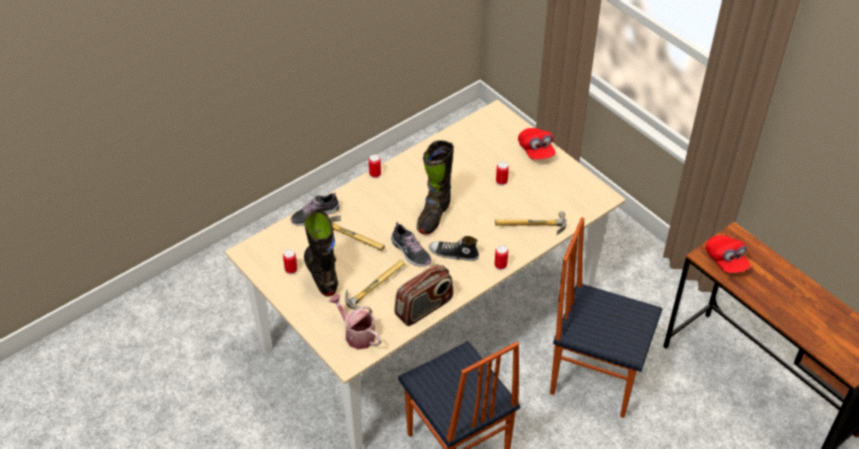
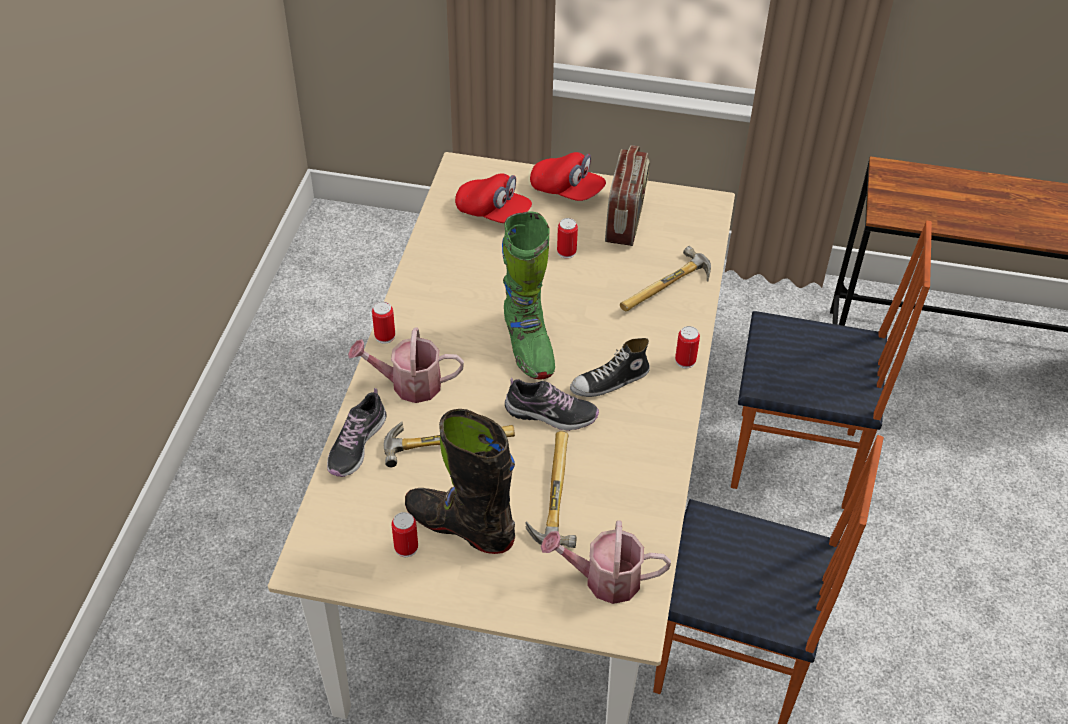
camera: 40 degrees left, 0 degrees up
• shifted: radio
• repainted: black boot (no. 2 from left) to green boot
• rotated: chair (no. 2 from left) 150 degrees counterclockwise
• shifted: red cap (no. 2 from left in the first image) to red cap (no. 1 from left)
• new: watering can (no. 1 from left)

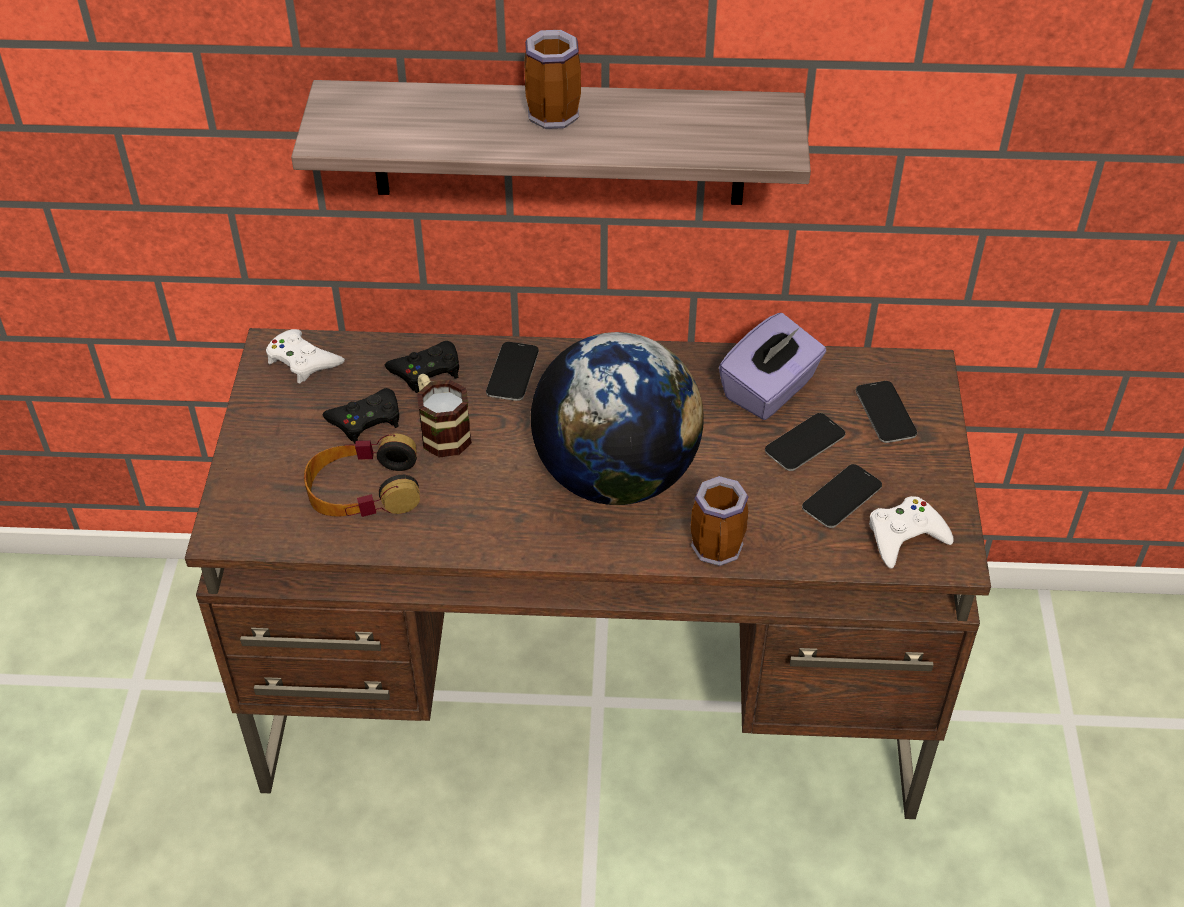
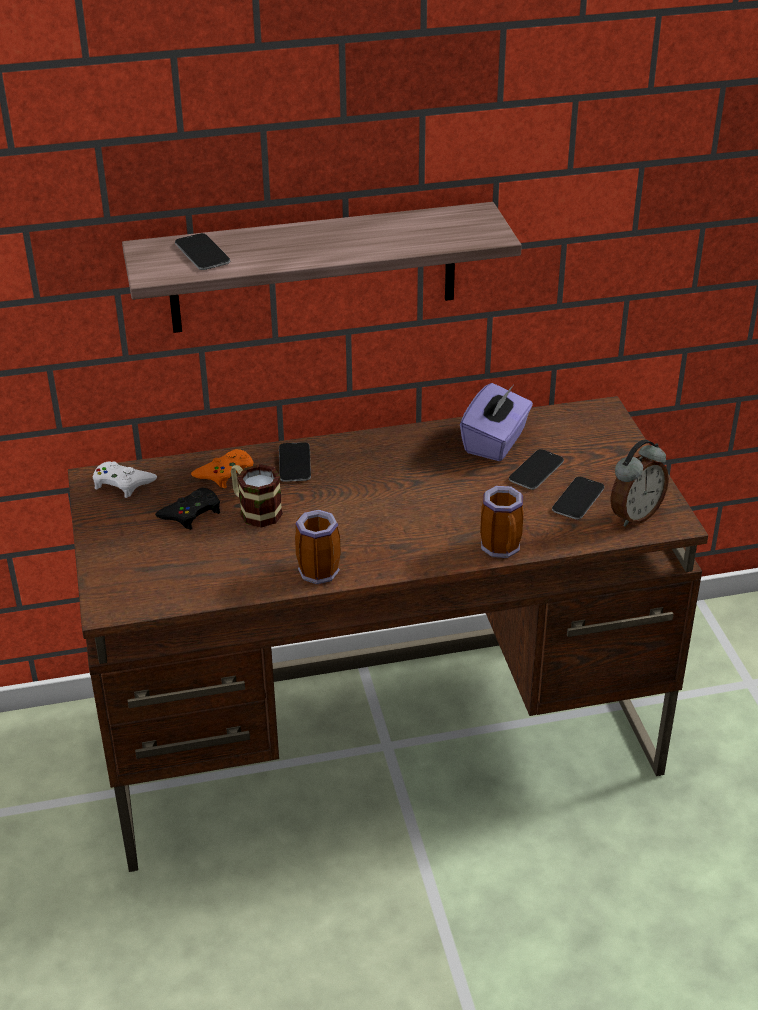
camera: 15 degrees left, 10 degrees down
• gone: headphones
• repainted: black game controller (no. 2 from left) to orange game controller
• shifted: mug (no. 2 from left)
• gone: globe
• shifted: phone (no. 4 from left in the first image) to phone (no. 1 from left)
• swapped: white game controller (no. 2 from left) to alarm clock

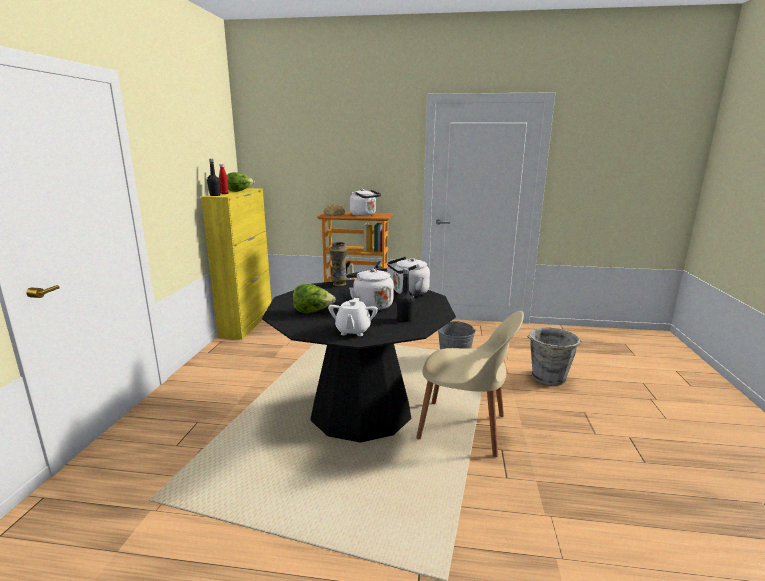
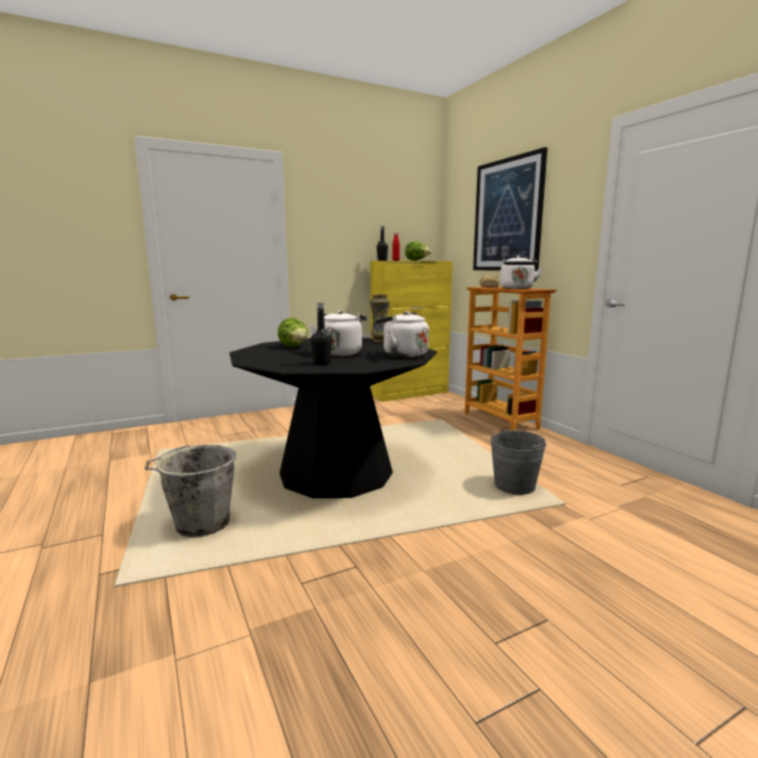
camera: 55 degrees right, 5 degrees down
• gone: white teapot
• gone: beige chair
• shifted: grey bucket (no. 2 from left in the first image) to grey bucket (no. 1 from left)
• new: picture

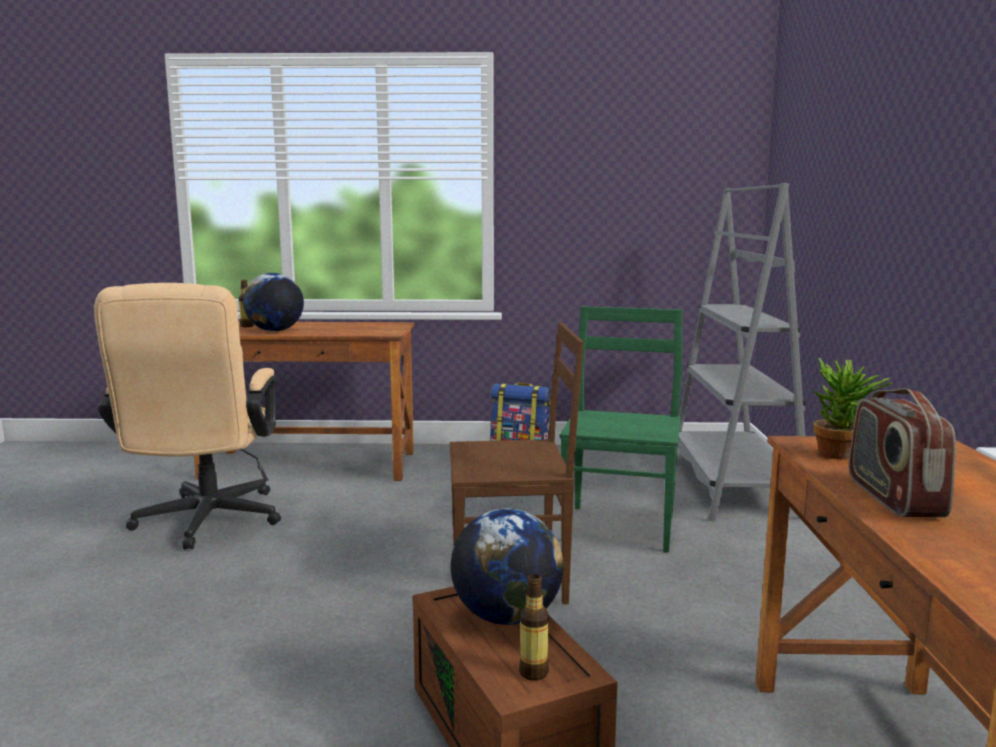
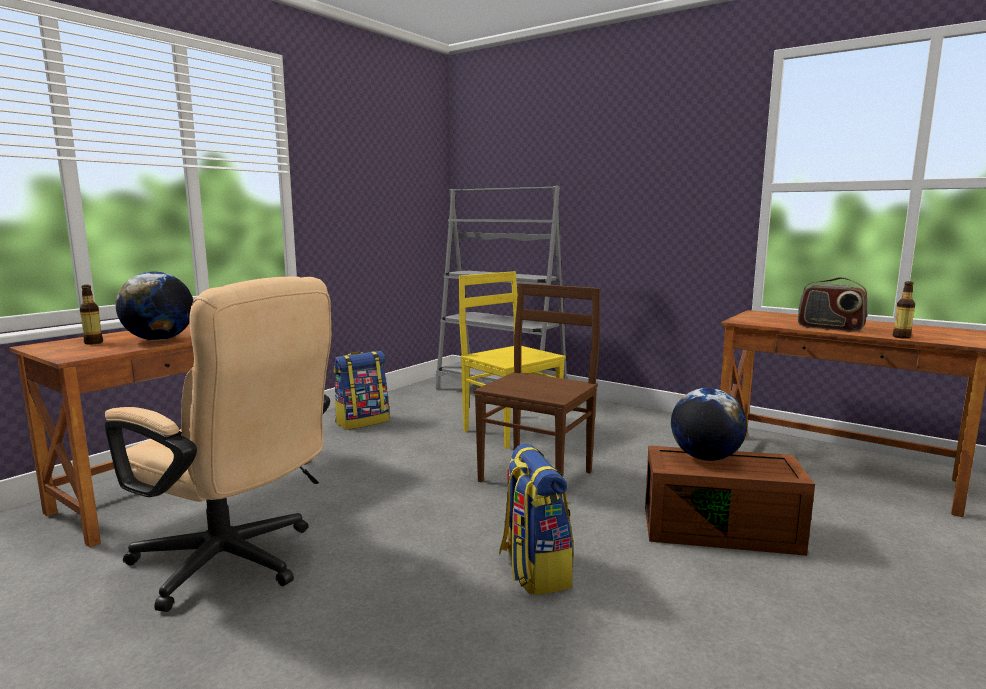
camera: 55 degrees left, 0 degrees up
• shifted: bottle (no. 2 from left)
• repainted: green chair to yellow chair
• gone: potted plant
• new: backpack (no. 2 from left)

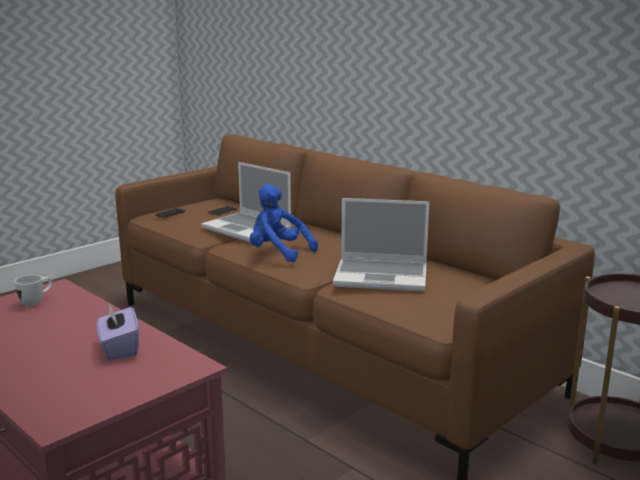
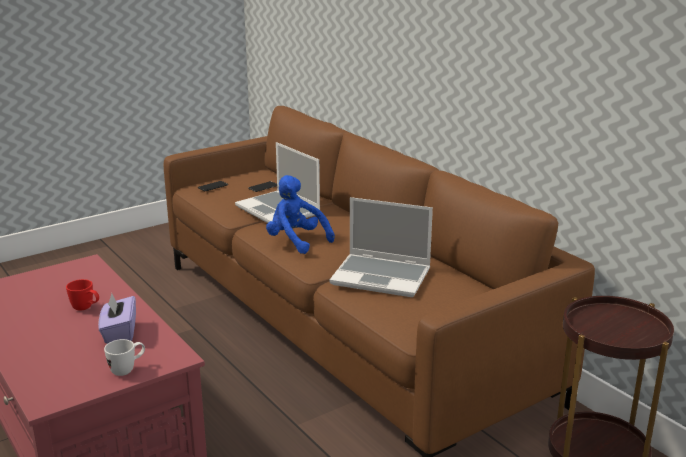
camera: 10 degrees right, 5 degrees up
• shifted: white mug
• new: red mug

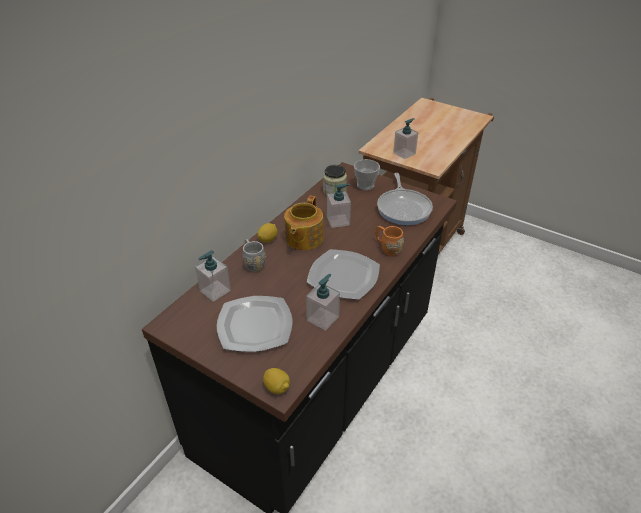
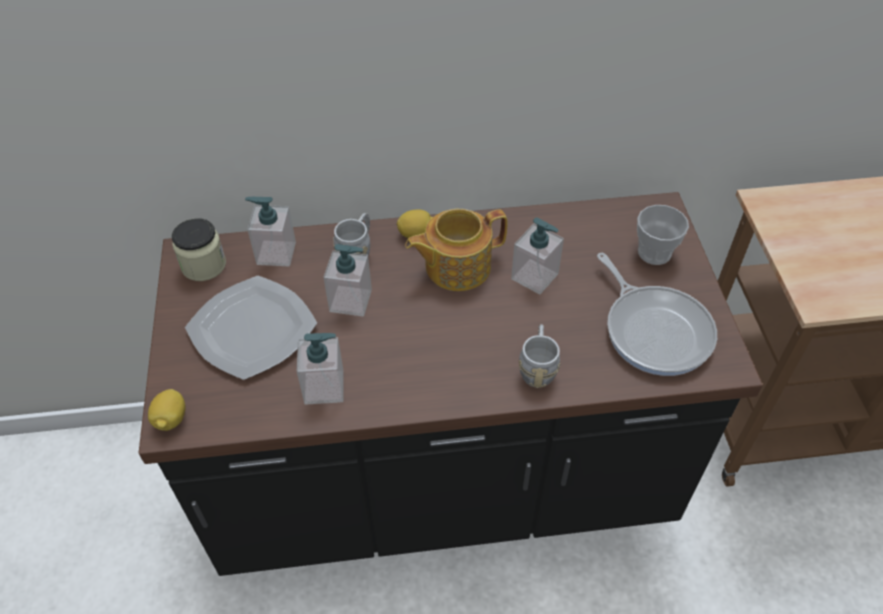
camera: 50 degrees right, 10 degrees up
• gone: plate (no. 2 from left)
• shifted: jar
• repainted: orange mug to grey mug (no. 2 from left)
• rotated: frying pan 75 degrees counterclockwise
• shifted: soap dispenser (no. 4 from left in the first image) to soap dispenser (no. 3 from left)

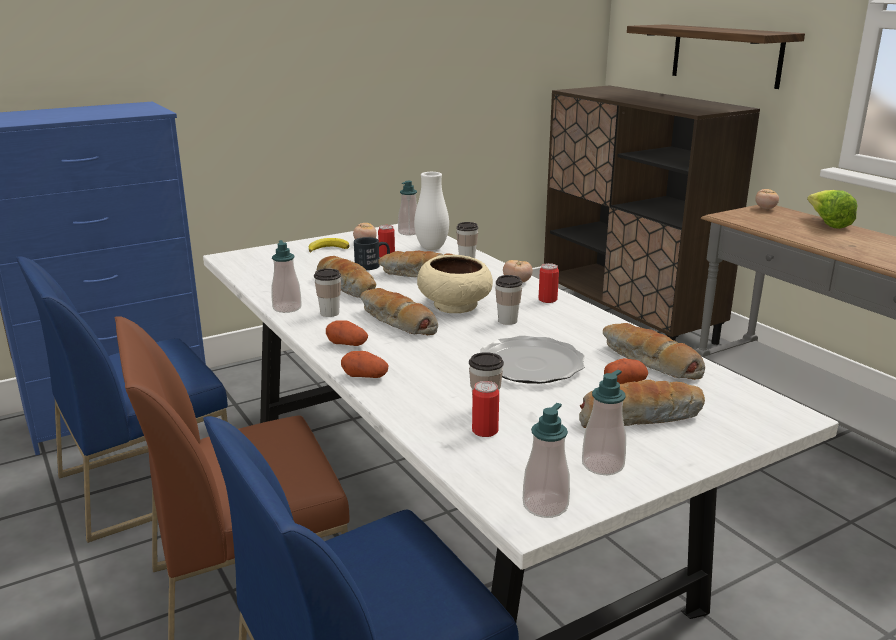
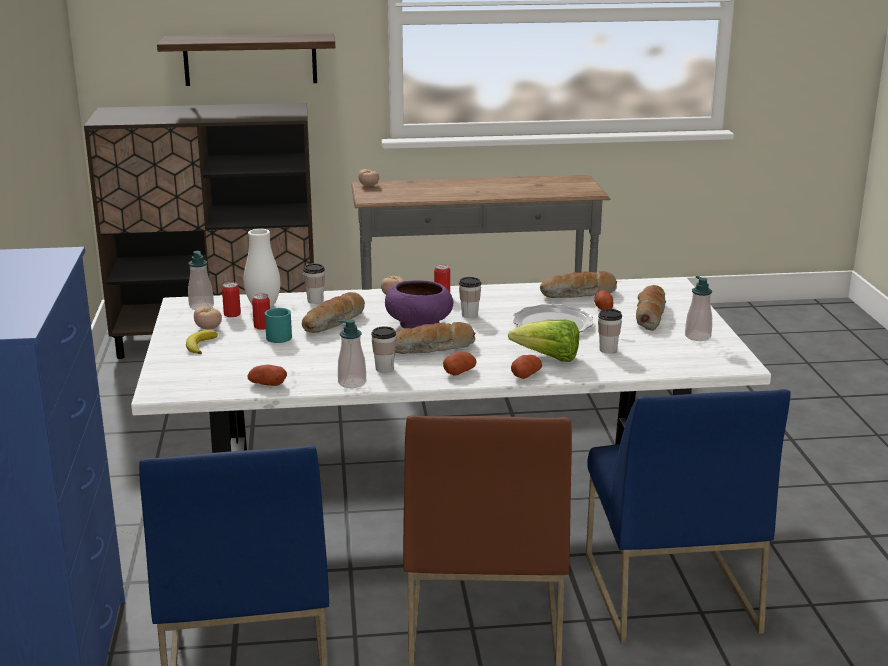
camera: 65 degrees left, 0 degrees up
• gone: bread (no. 1 from left)
• repainted: black mug to turquoise mug
• repainted: beige bowl to purple bowl
• shifted: can (no. 2 from left in the first image) to can (no. 1 from left)
• gone: soap dispenser (no. 3 from left)
• shifted: lettuce
• new: potato (no. 1 from left)

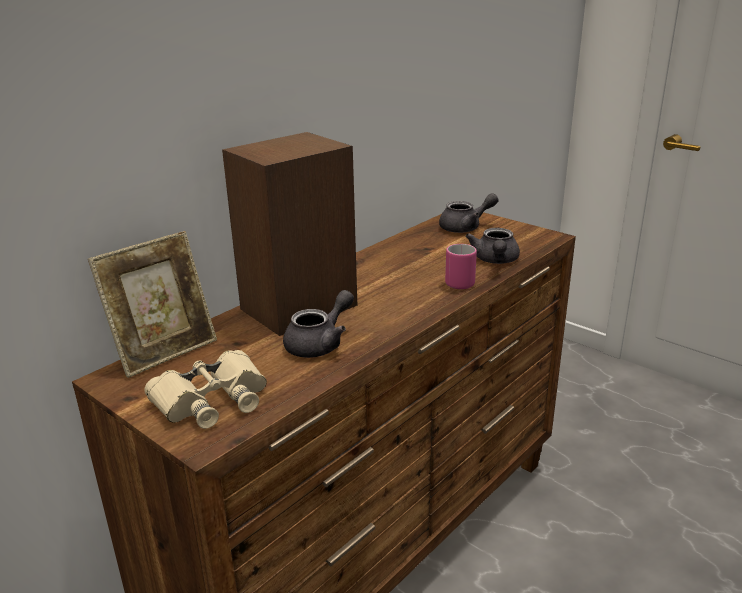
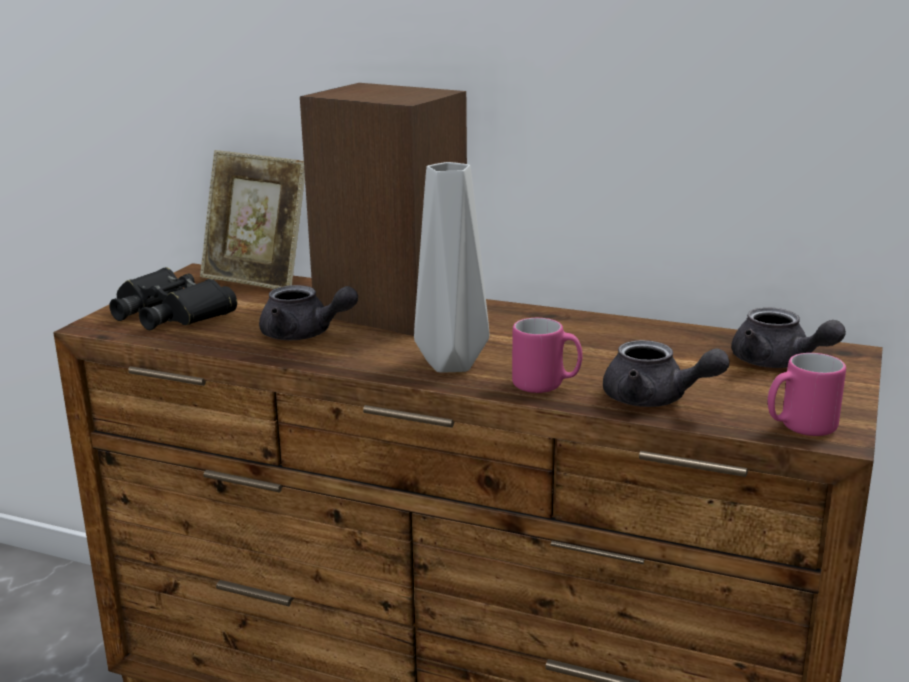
camera: 70 degrees right, 5 degrees down
• repainted: beige binoculars to black binoculars
• rotated: grey teapot (no. 3 from left in the first image) 135 degrees counterclockwise
• new: grey vase
• new: pink mug (no. 2 from left)

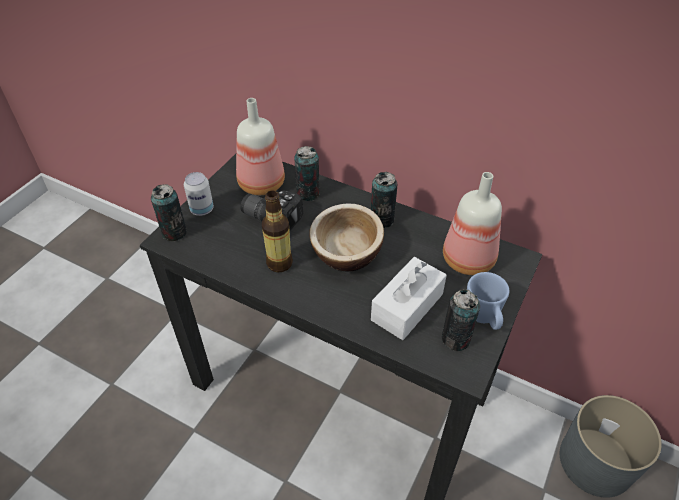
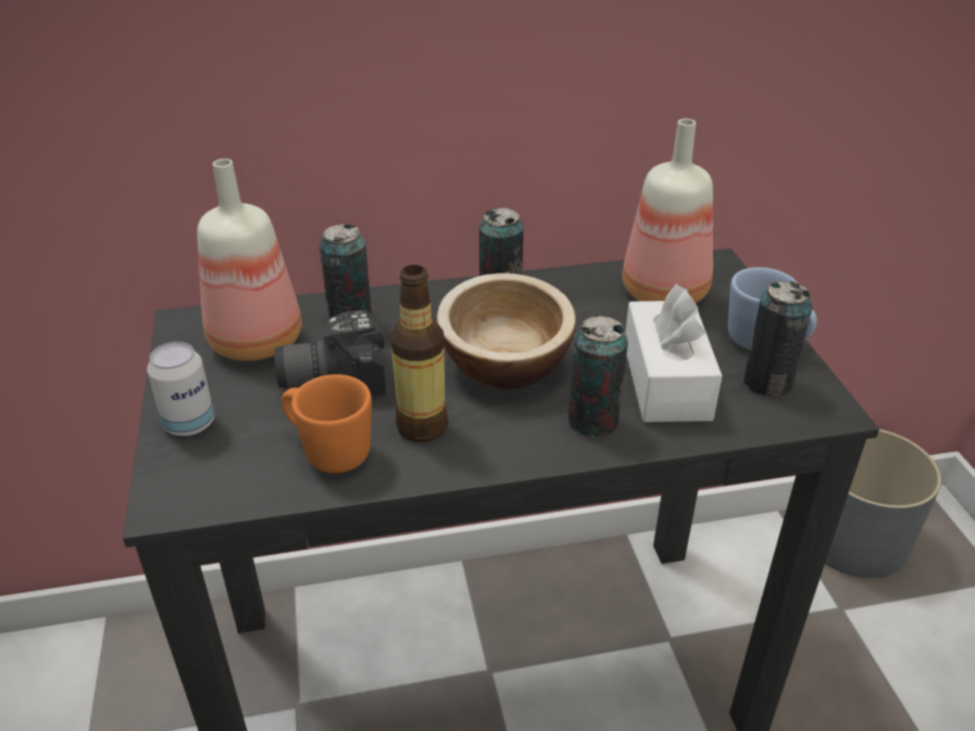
camera: 40 degrees left, 10 degrees down
• shifted: can (no. 1 from left in the first image) to can (no. 4 from left)
• new: orange mug

